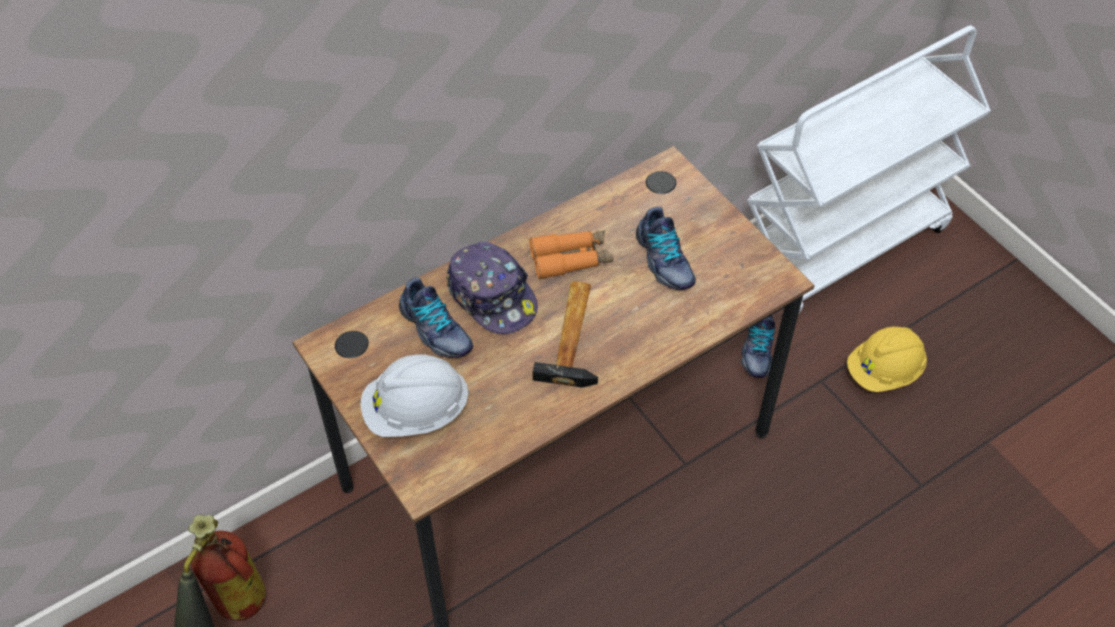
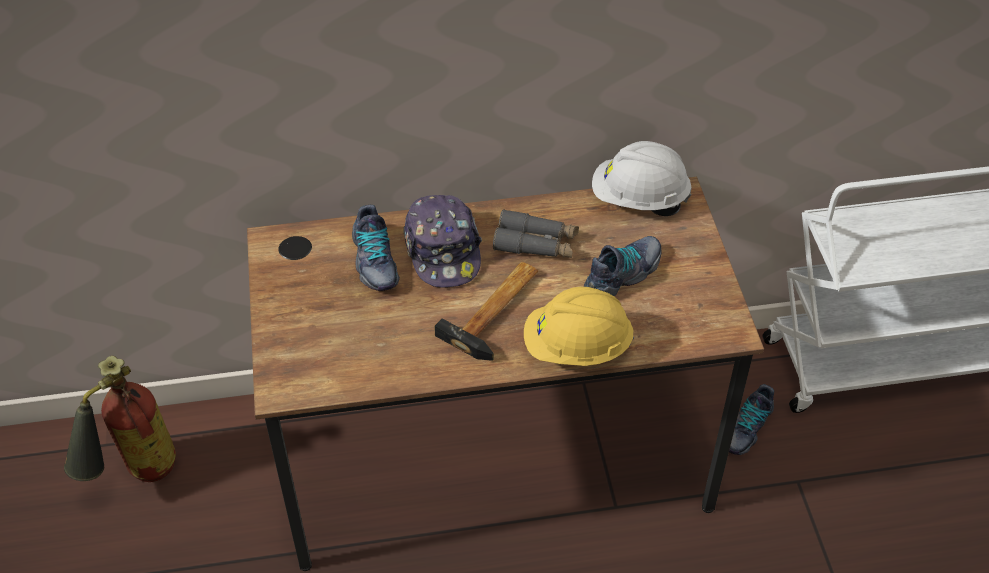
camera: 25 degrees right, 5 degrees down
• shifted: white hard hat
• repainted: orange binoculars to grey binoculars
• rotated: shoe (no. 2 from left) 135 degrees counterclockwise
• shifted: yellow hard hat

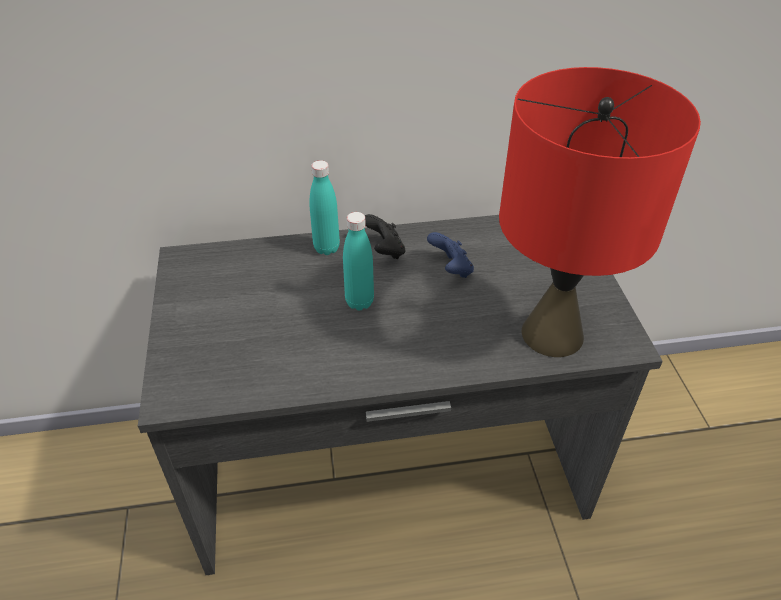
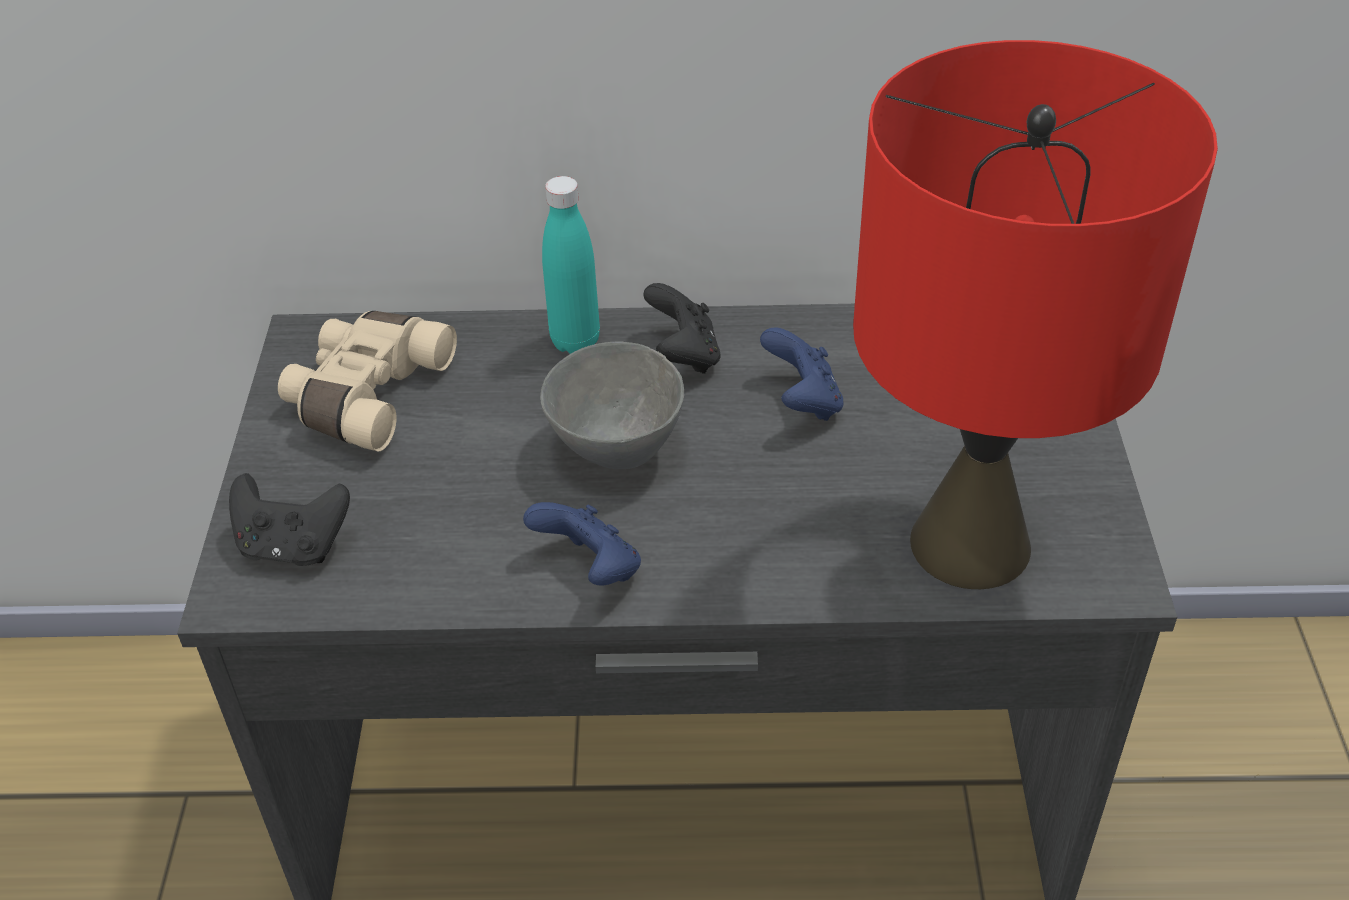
camera: 10 degrees right, 0 degrees up
• swapped: turquoise bottle (no. 2 from left) to grey bowl
• new: black game controller (no. 1 from left)
• new: beige binoculars
• new: blue game controller (no. 1 from left)

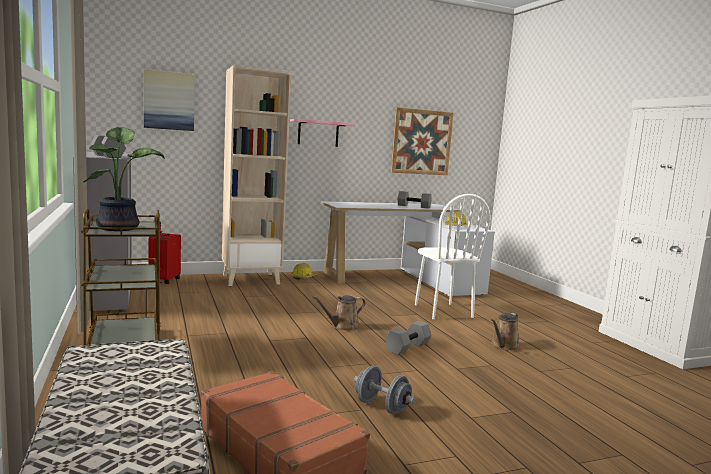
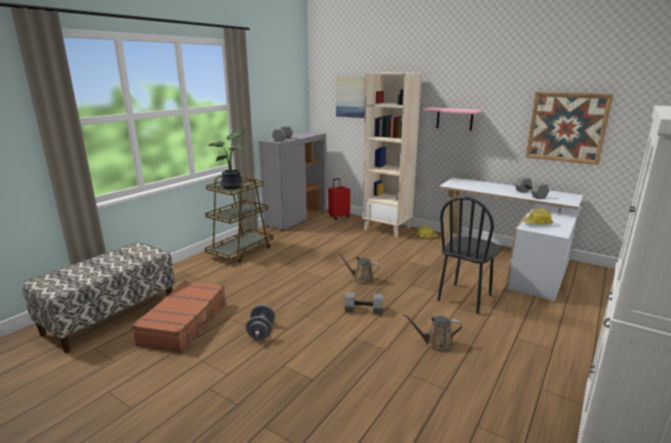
camera: 55 degrees right, 10 degrees up
• repainted: white chair to black chair

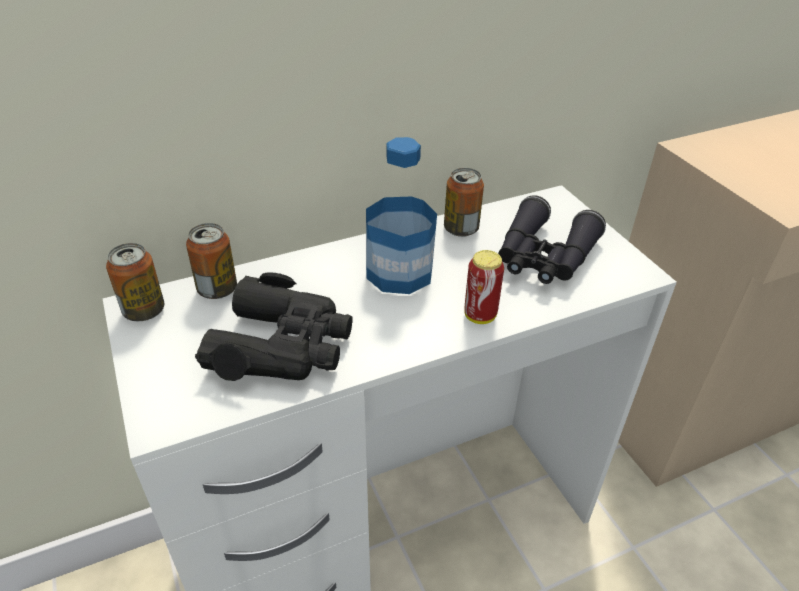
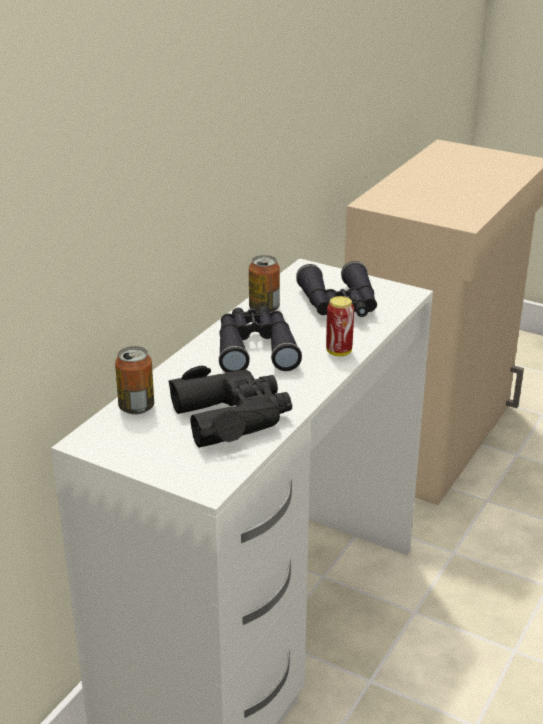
camera: 35 degrees left, 10 degrees down
• gone: can (no. 1 from left)
• swapped: bottle to black binoculars (no. 2 from left)

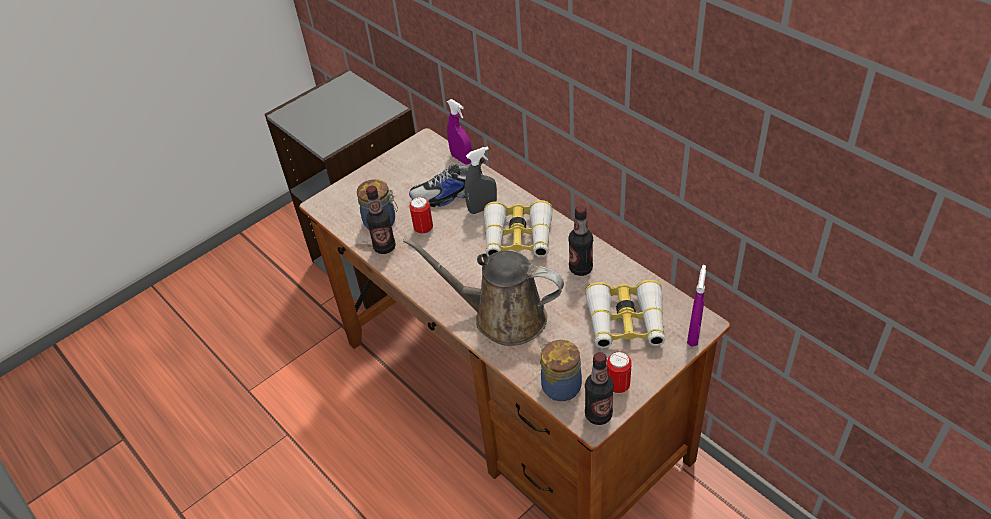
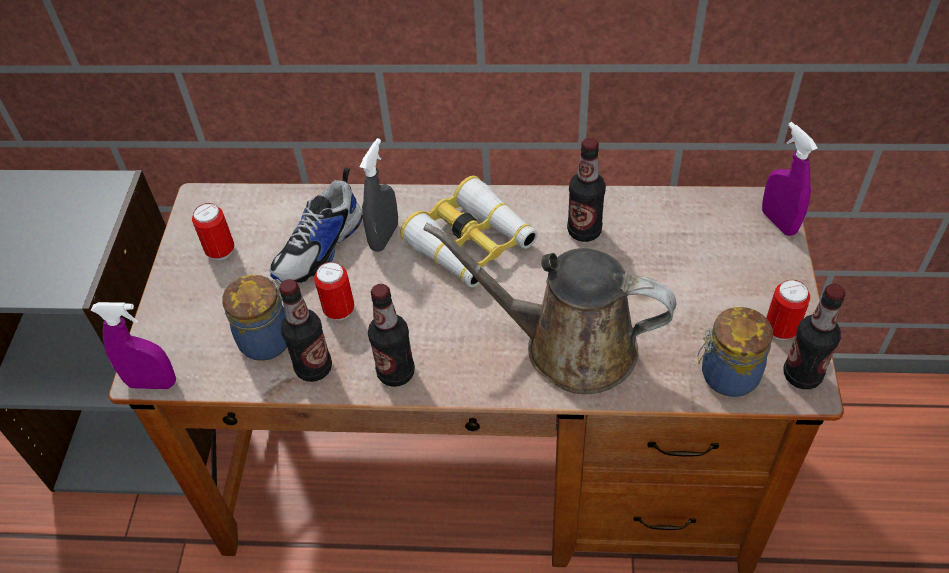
camera: 45 degrees left, 5 degrees up
• rotated: brown watering can 45 degrees clockwise
• shifted: purple spray bottle (no. 1 from left)
• gone: binoculars (no. 2 from left)
• new: can (no. 1 from left)
• new: bottle (no. 2 from left)

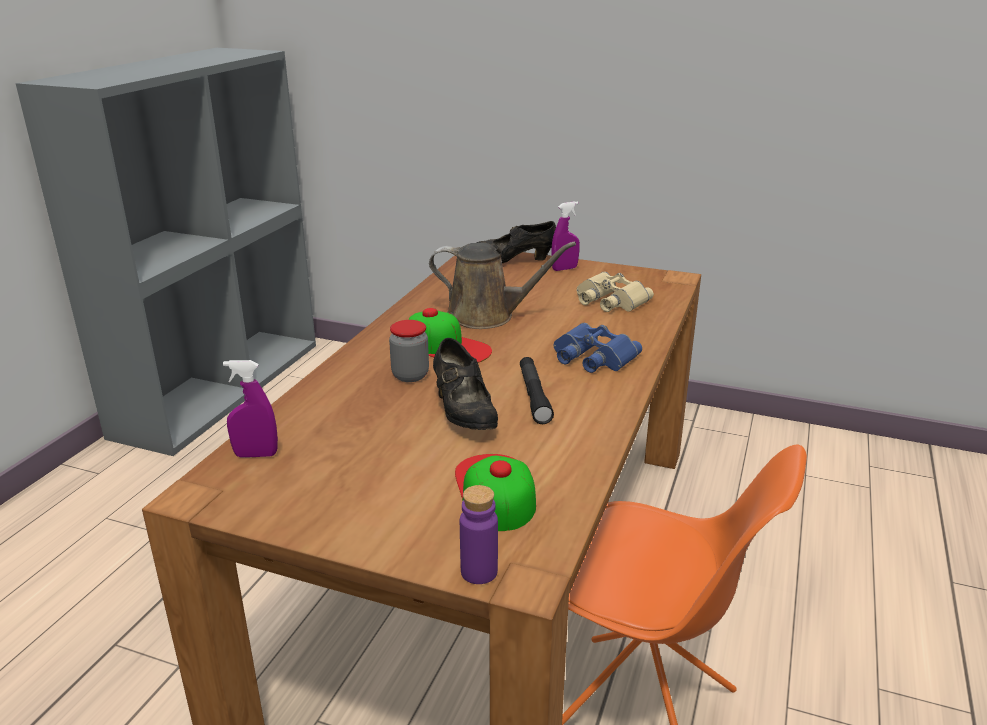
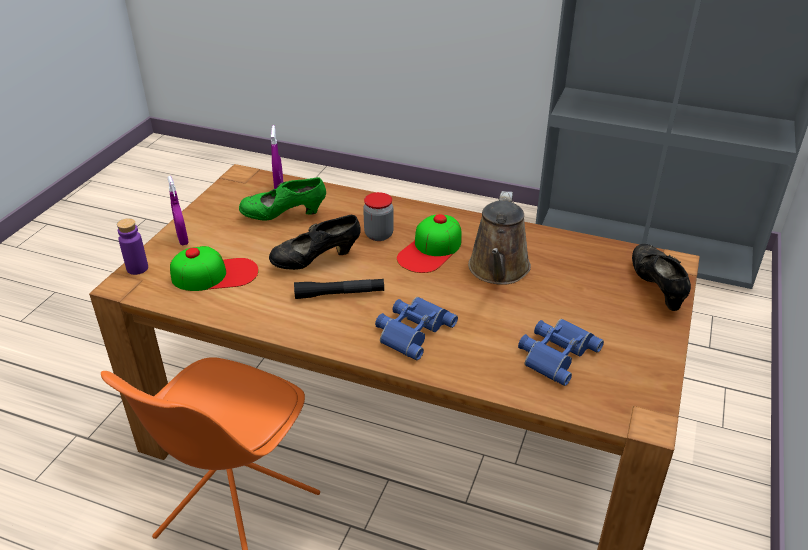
camera: 90 degrees right, 10 degrees up
• shifted: purple spray bottle (no. 2 from left in the first image) to purple spray bottle (no. 1 from left)
• repainted: beige binoculars to blue binoculars (no. 2 from left)
• new: green shoe

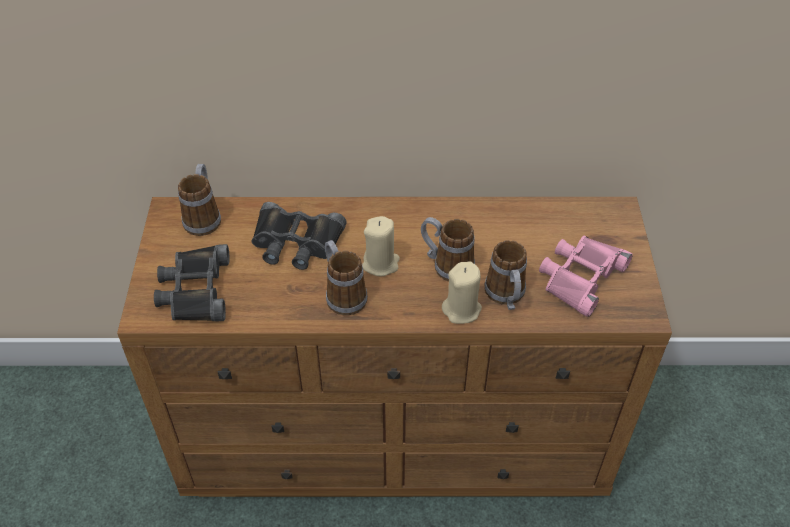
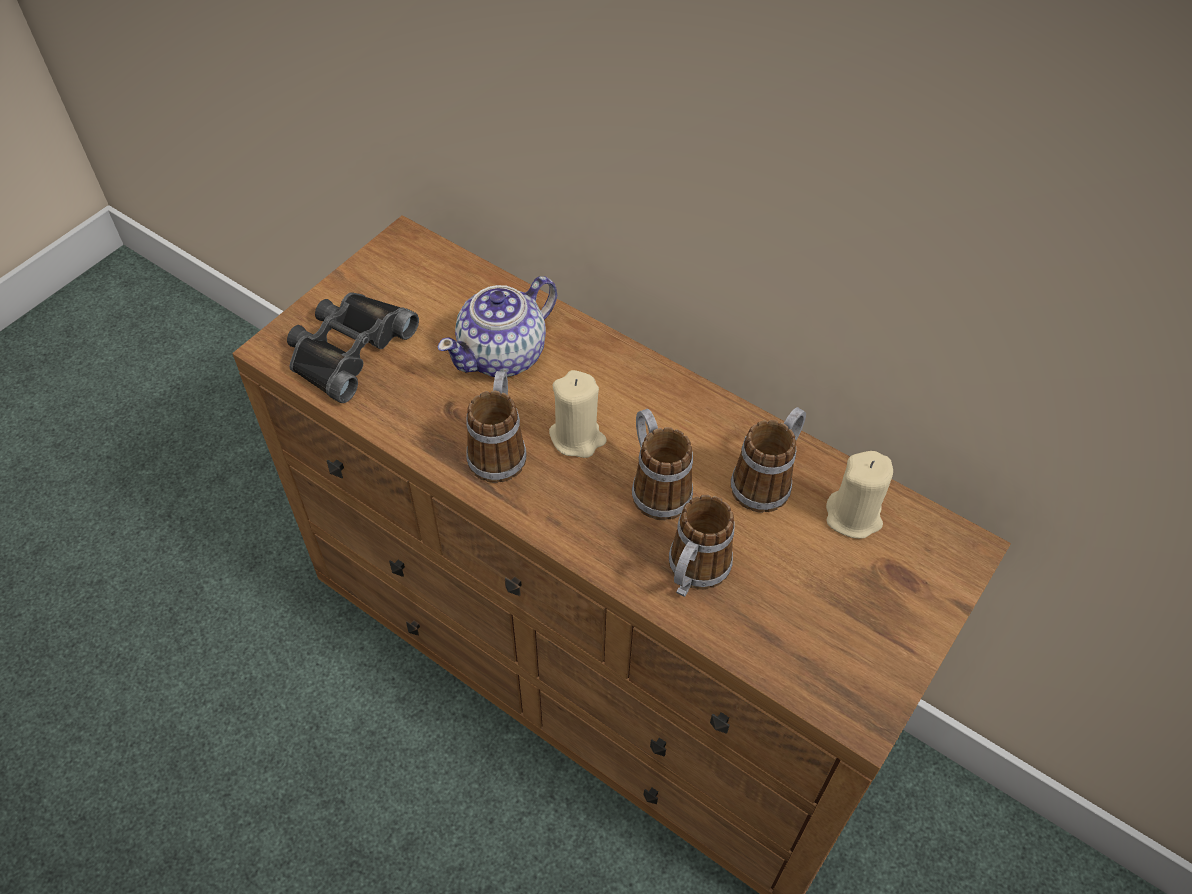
camera: 35 degrees right, 5 degrees up
• shifted: mug (no. 1 from left in the first image) to mug (no. 4 from left)
• swapped: black binoculars (no. 2 from left) to teapot
• shifted: beige candle (no. 2 from left)
• gone: pink binoculars

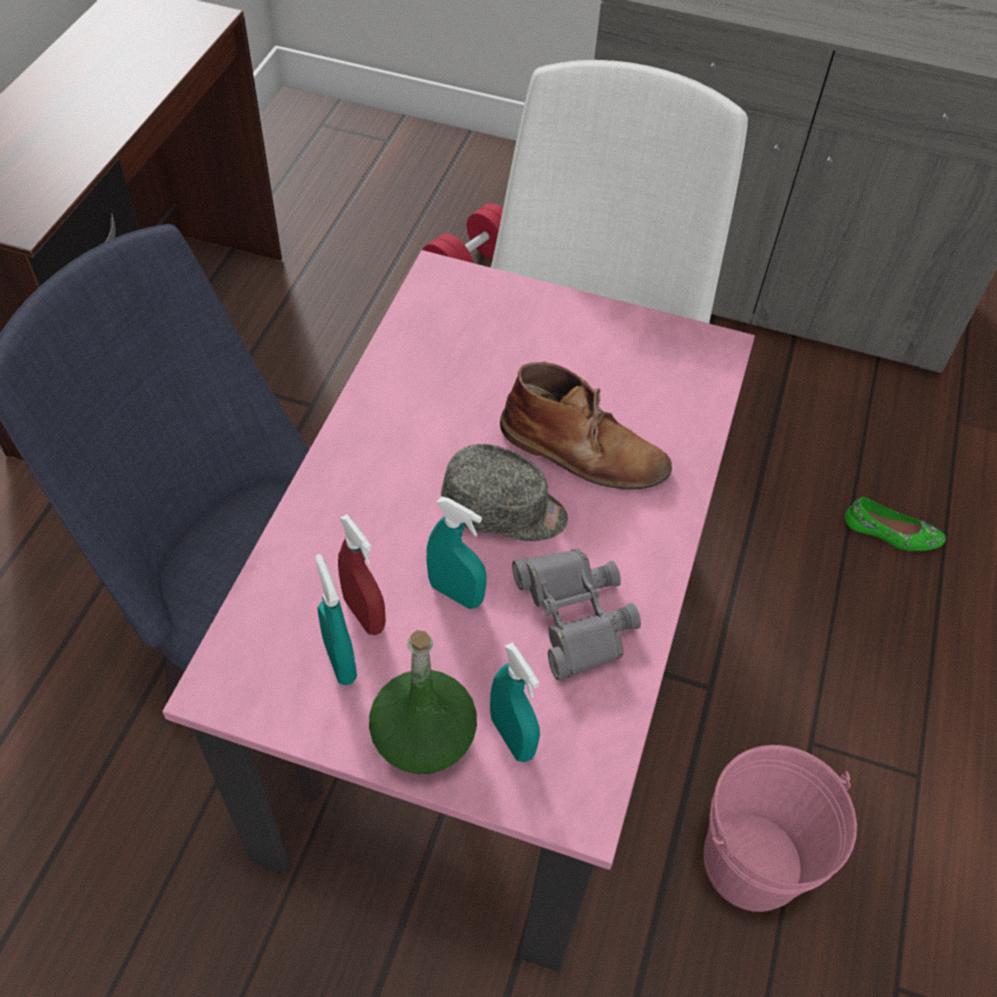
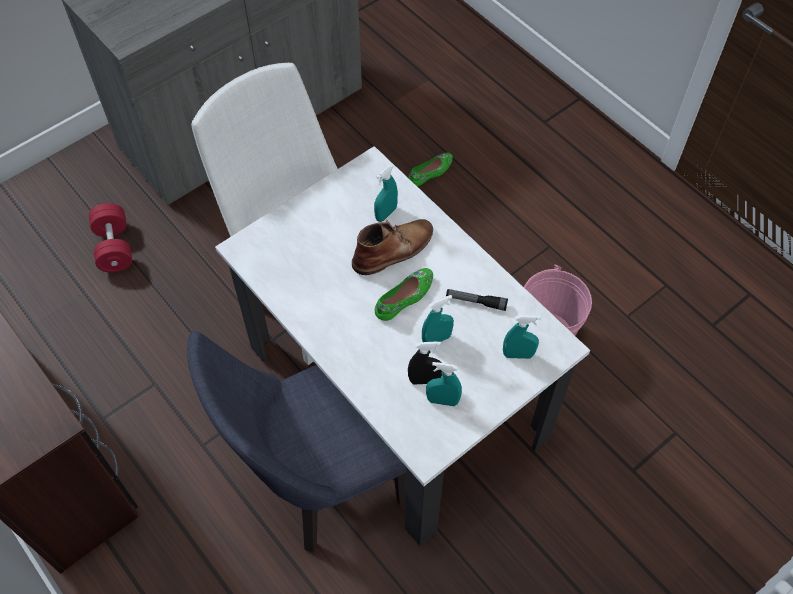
camera: 55 degrees left, 5 degrees up
• repainted: pink dining table to white dining table
• repainted: red spray bottle to black spray bottle
• gone: green bottle
• swapped: grey cap to green shoe (no. 1 from left)
• swapped: grey binoculars to flashlight
• new: turquoise spray bottle (no. 1 from left)

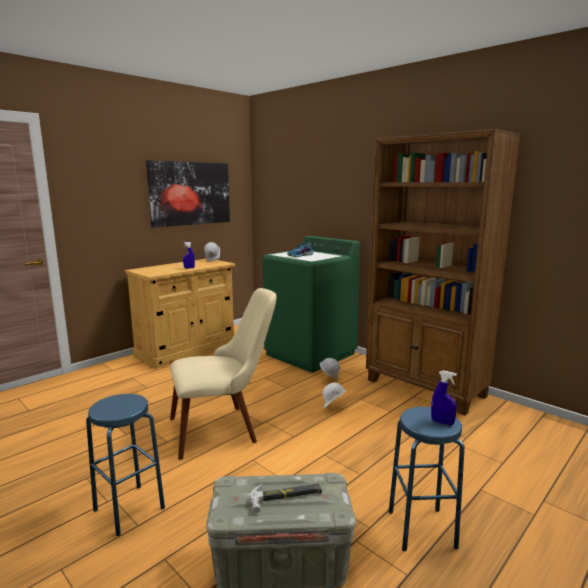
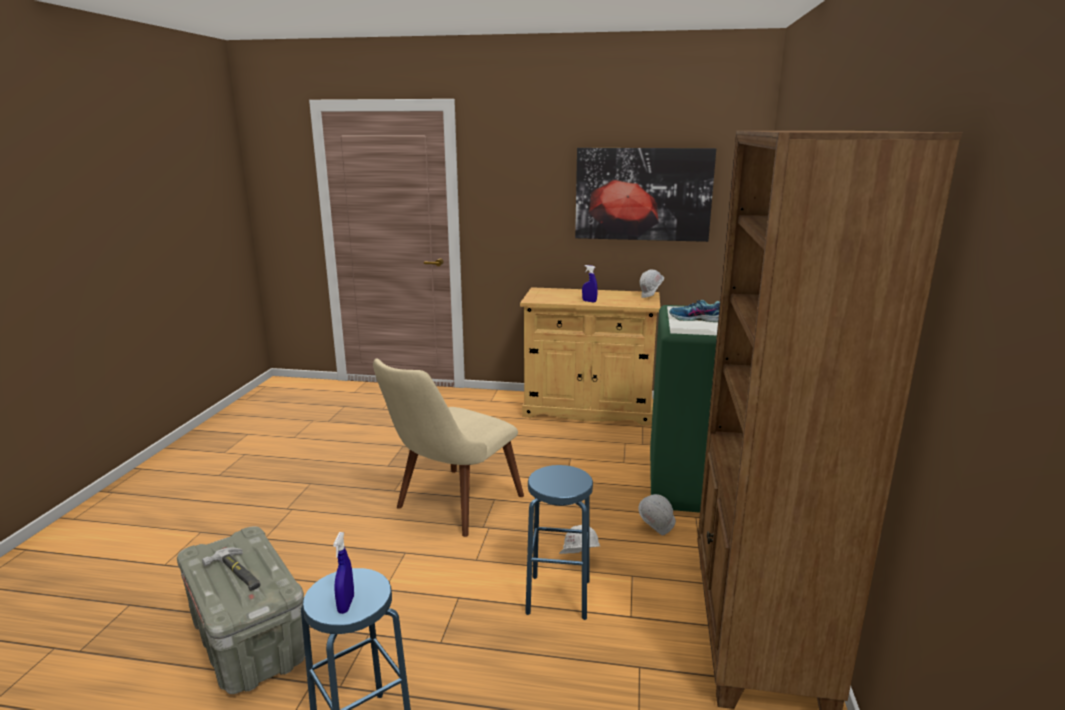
camera: 55 degrees right, 5 degrees up
• shifted: blue stool (no. 1 from left in the first image) to blue stool (no. 2 from left)
• rotated: beige chair 90 degrees clockwise

